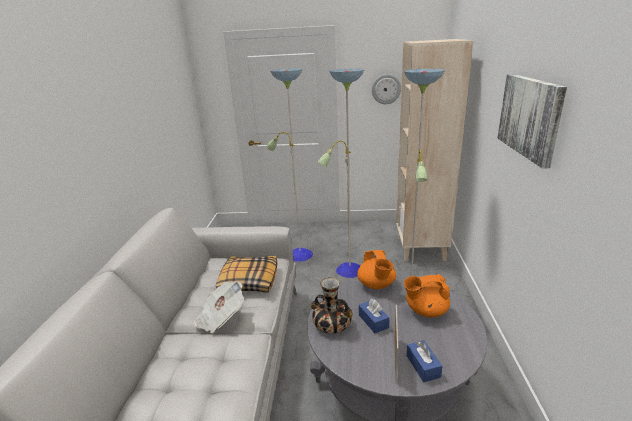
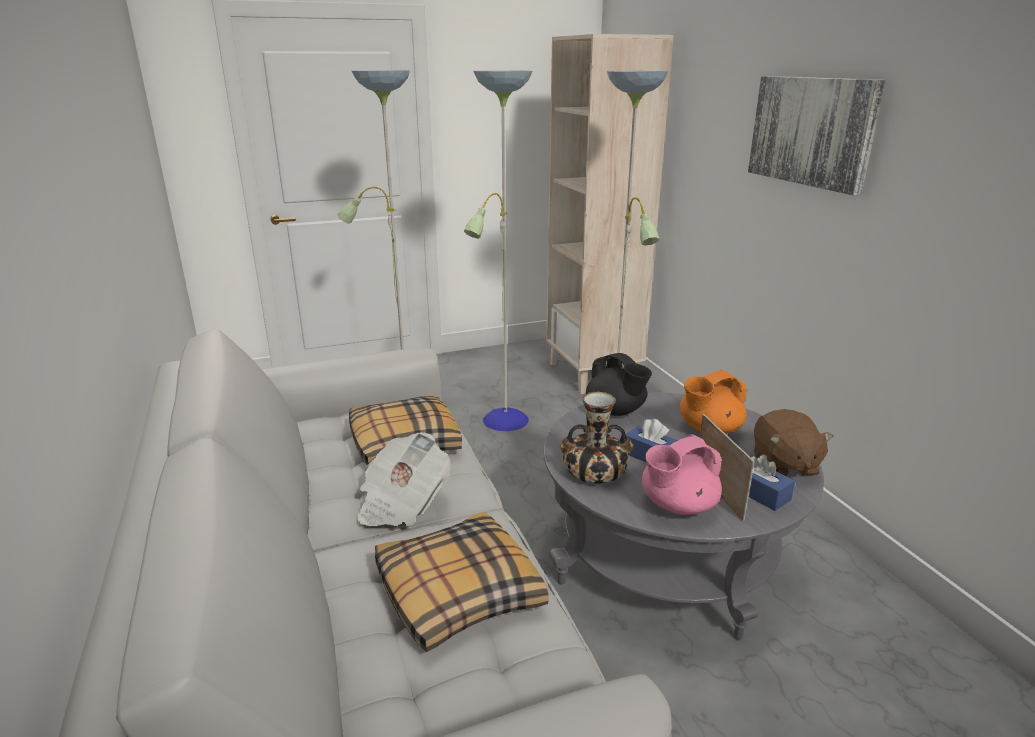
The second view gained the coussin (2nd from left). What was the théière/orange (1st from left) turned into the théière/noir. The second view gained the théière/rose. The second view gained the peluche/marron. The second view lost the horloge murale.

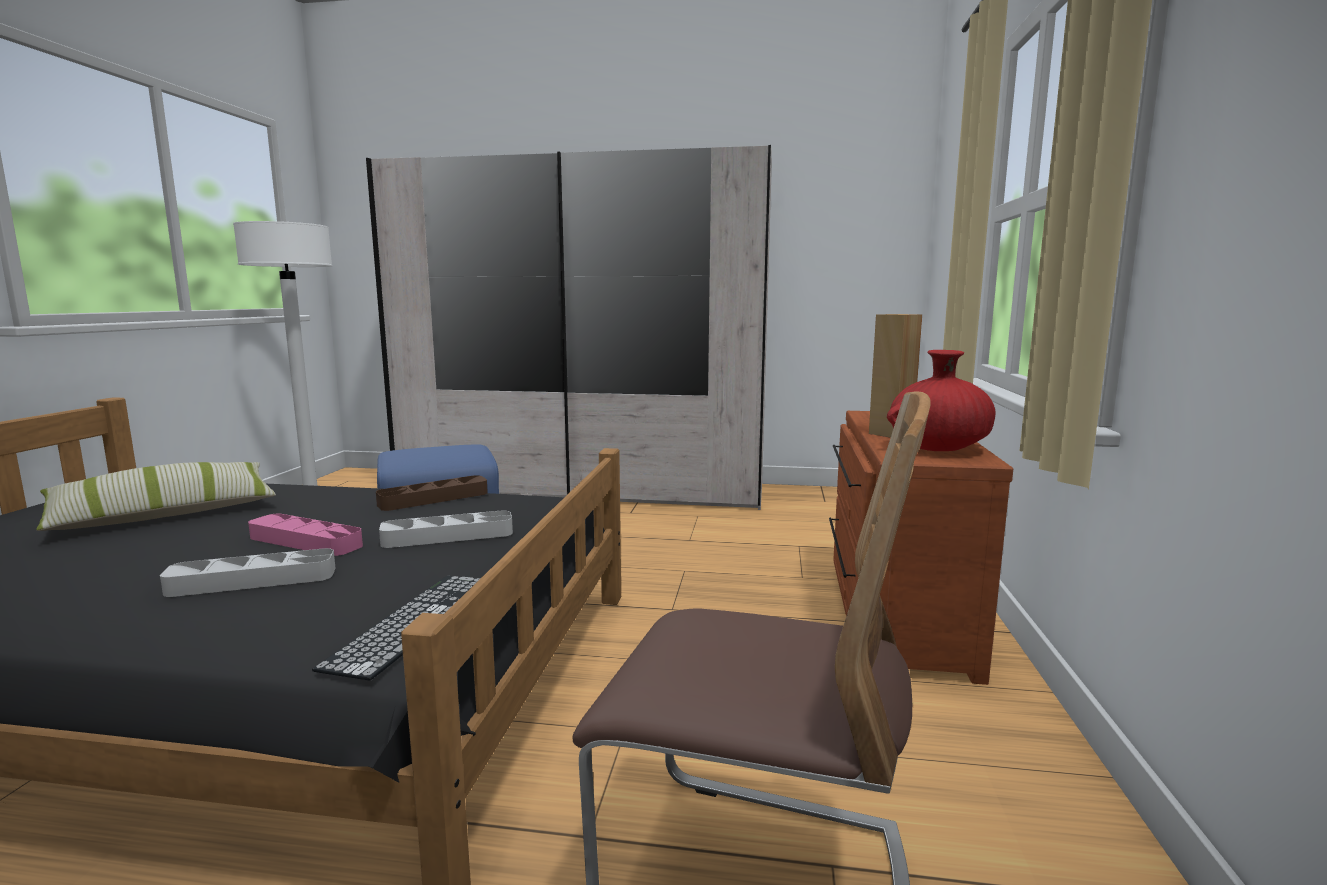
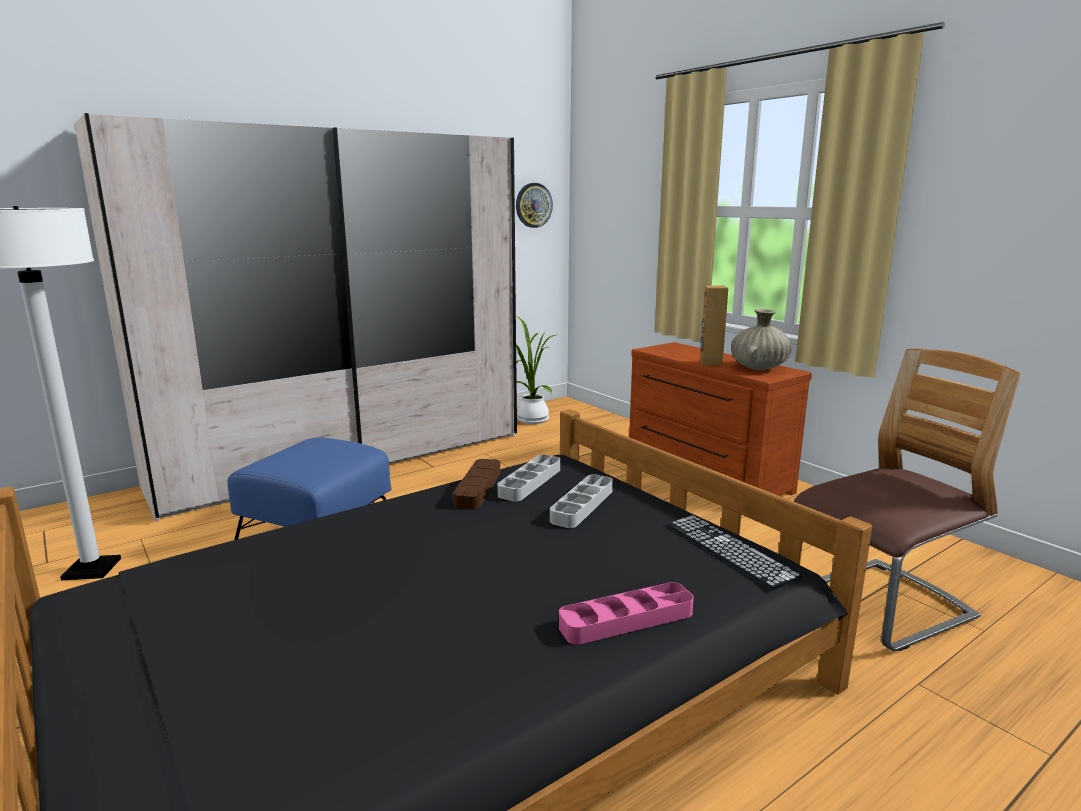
The plateau/gris (1st from left) ended up elsewhere. The second view gained the horloge murale. The second view gained the plante en pot. The plateau/rose ended up elsewhere. What was the vase/rouge turned into the vase/beige. The second view lost the coussin.

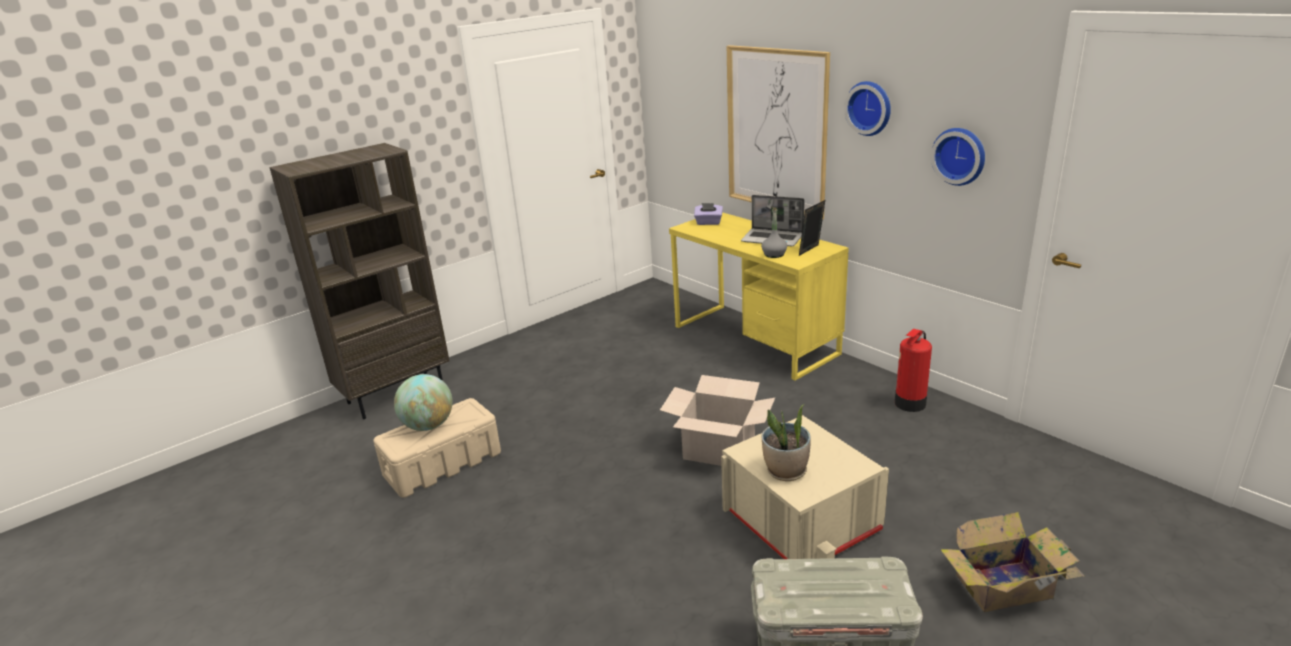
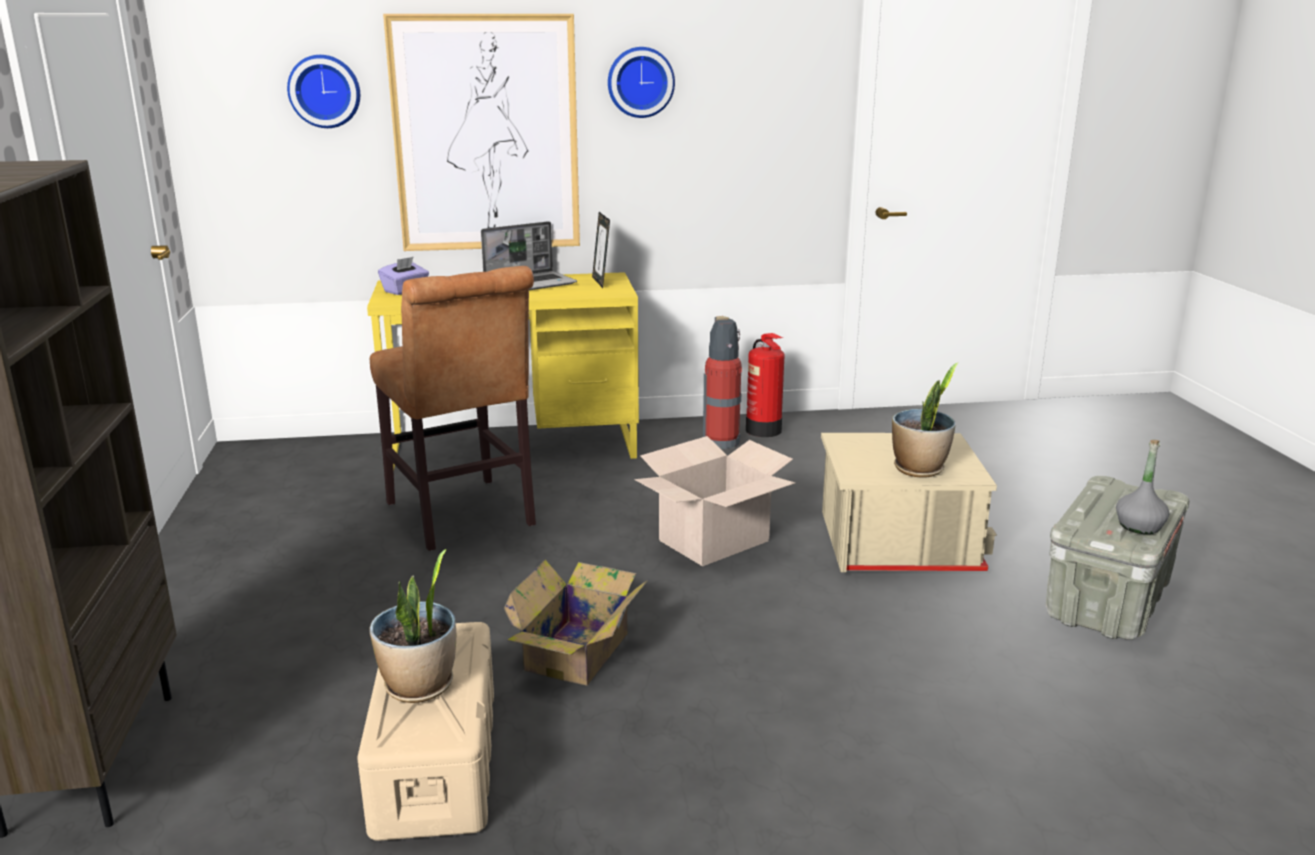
The horloge murale (2nd from left in the first image) ended up elsewhere. Where the globe stood, the plante en pot (1st from left) came to stand. The second view gained the chaise/marron. The carton (2nd from left in the first image) ended up elsewhere. The second view gained the extincteur (1st from left). The bouteille/gris ended up elsewhere.

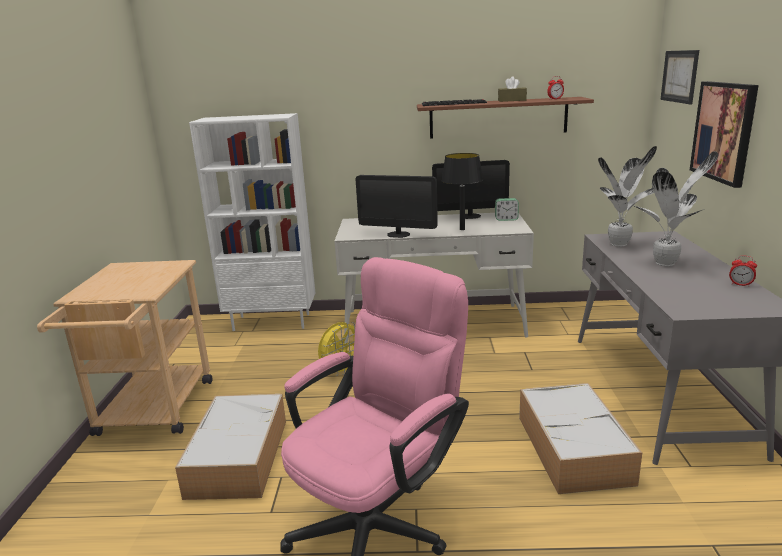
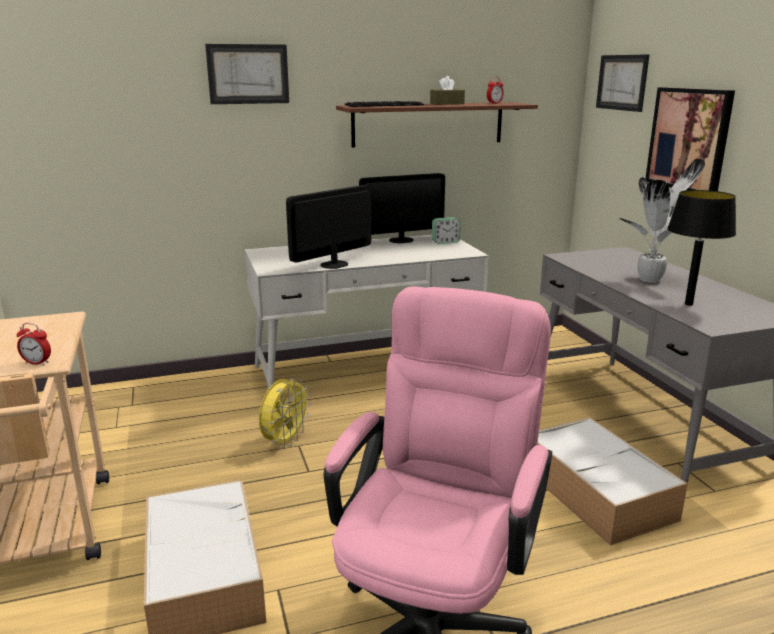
The réveil (3rd from left in the first image) ended up elsewhere. The second view gained the tableau (1st from left). The écran d'ordinateur (1st from left) ended up facing another way, 135 degrees clockwise from before. The lampe de table/noir ended up elsewhere. The second view lost the bibliothèque/blanc. The second view lost the plante en pot (1st from left).

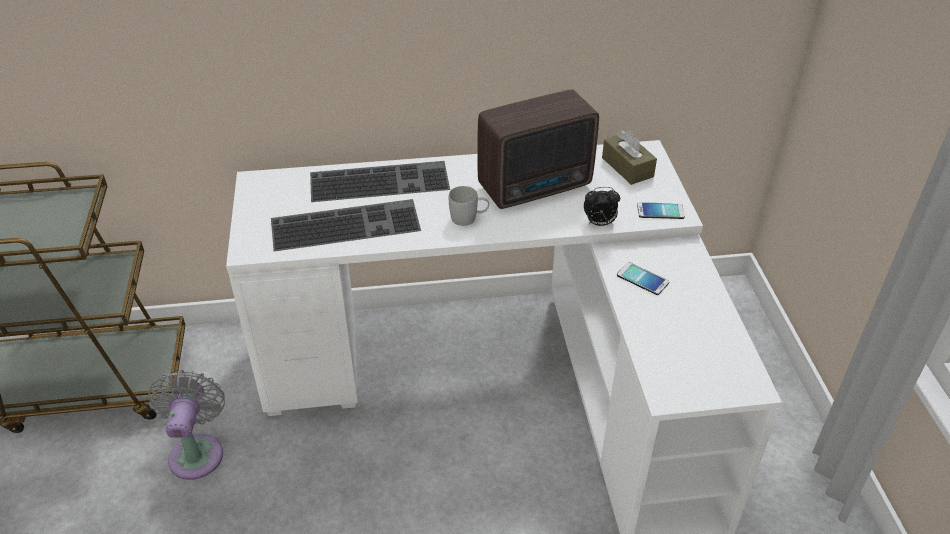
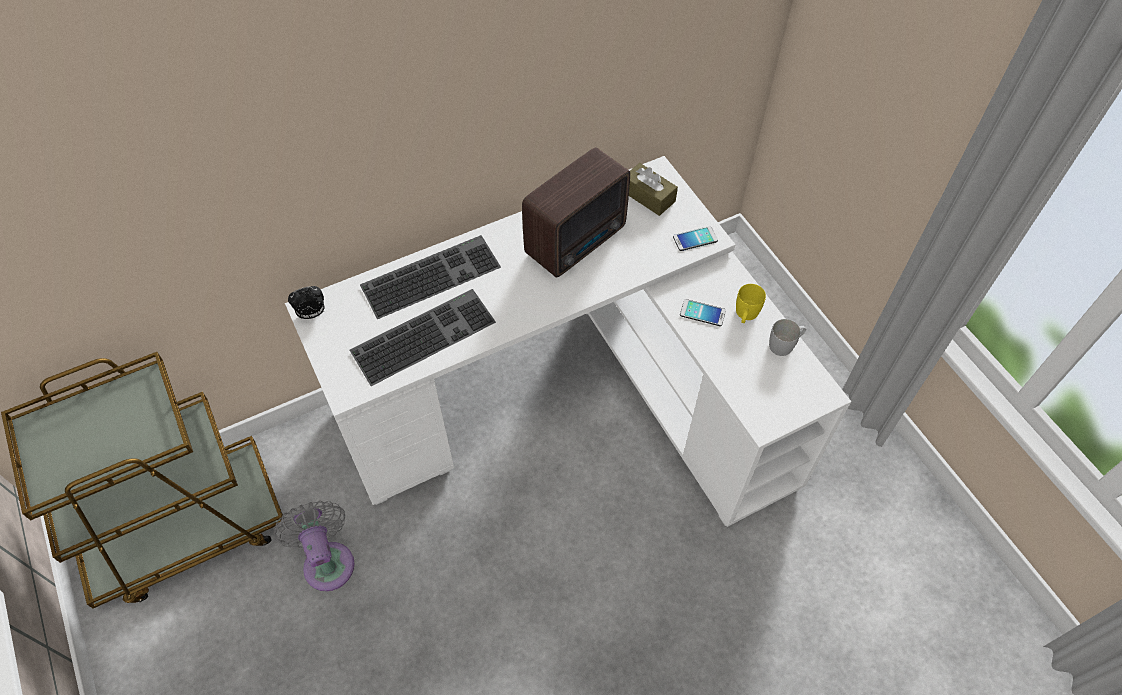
The réveil ended up elsewhere. The second view gained the mug/jaune. The mug/blanc ended up elsewhere.

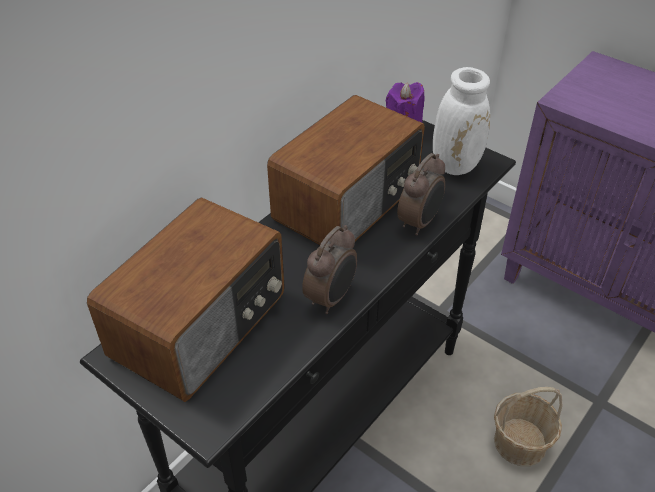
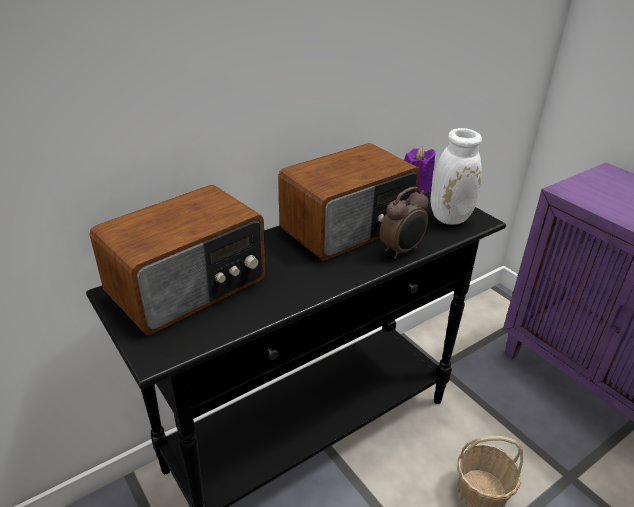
The second view lost the réveil (1st from left).

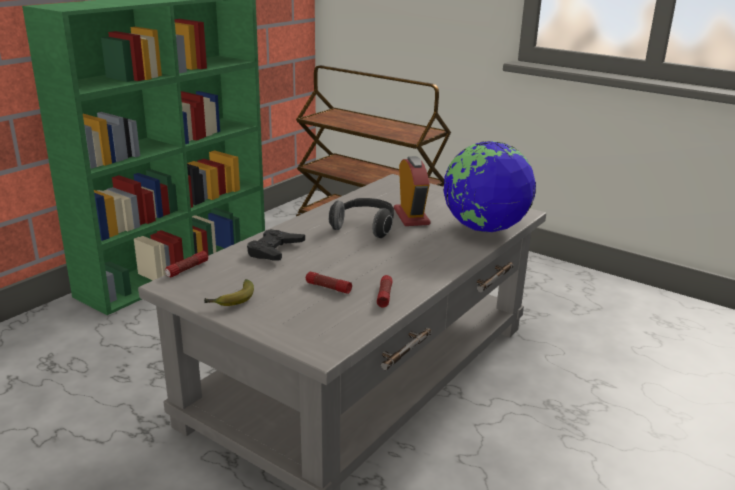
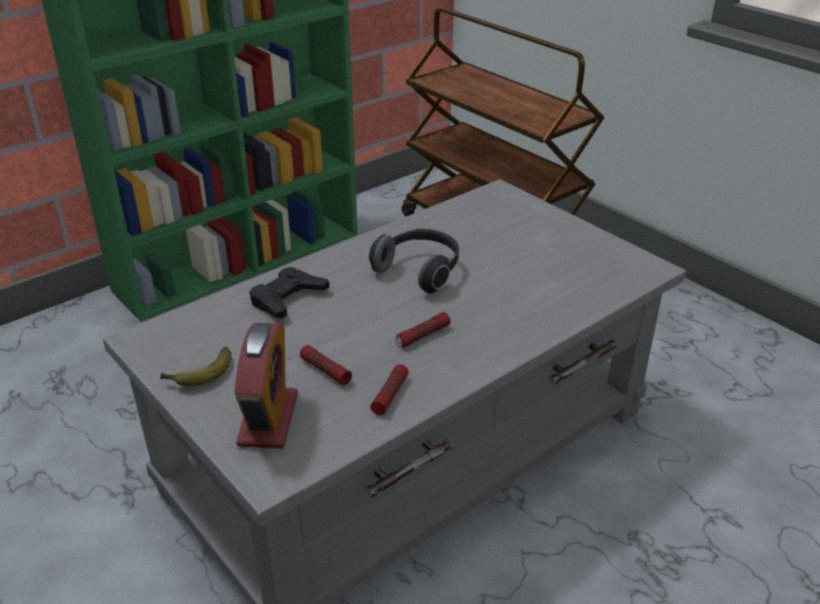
The réveil ended up elsewhere. The lampe de poche (1st from left in the first image) ended up elsewhere. The second view lost the globe.

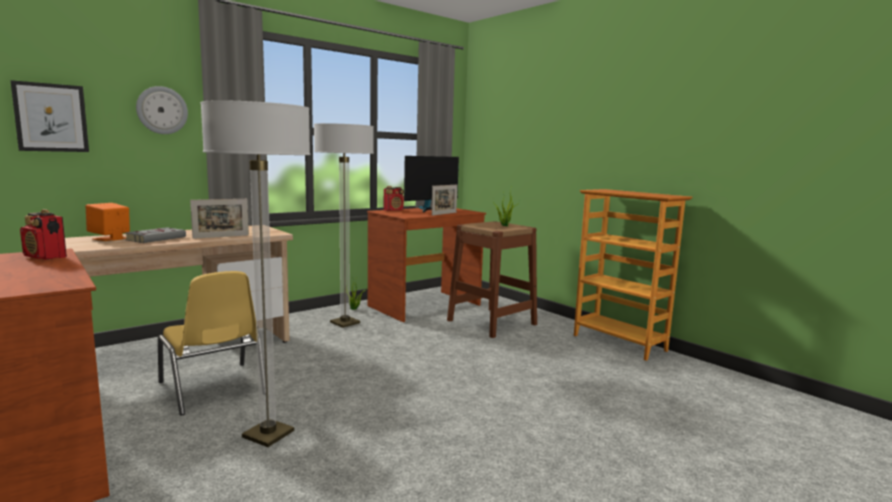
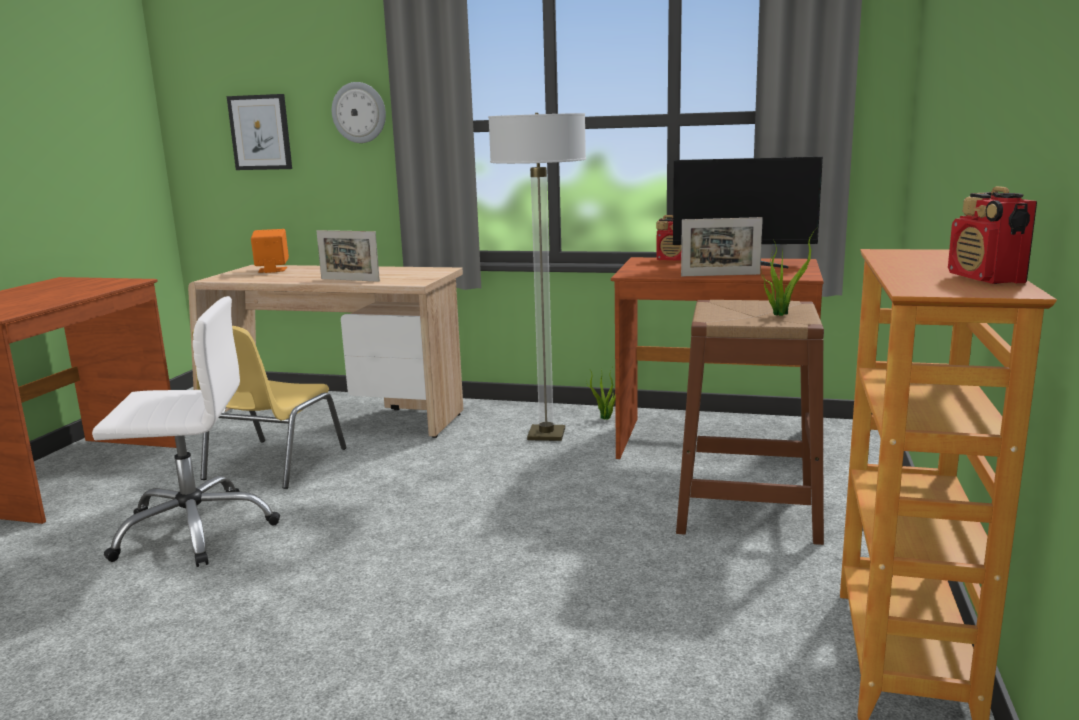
Where the lampadaire (1st from left) stood, the chaise de bureau/blanc came to stand. The radio (1st from left in the first image) ended up elsewhere. The second view lost the livre/gris.

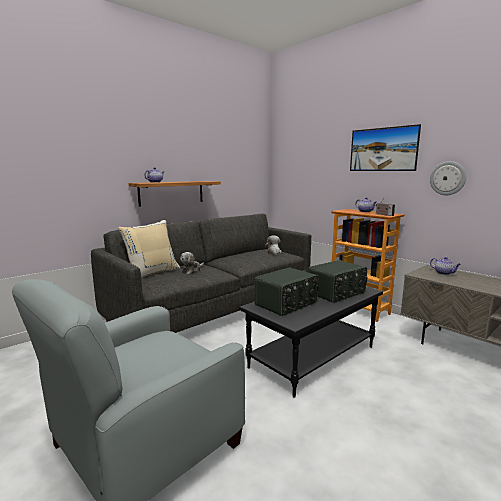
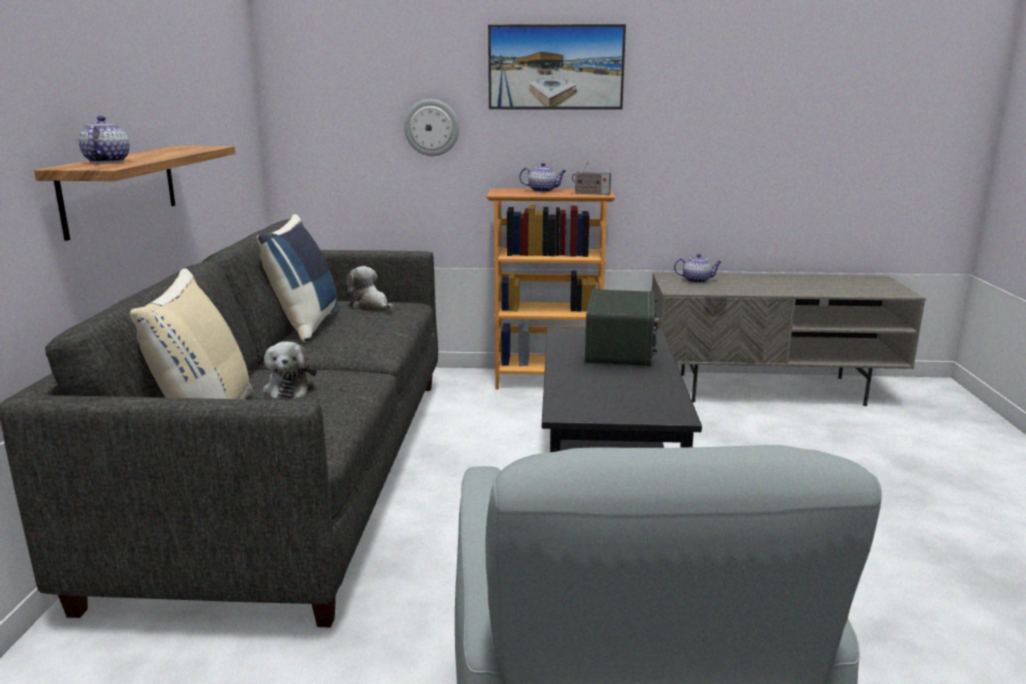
The second view gained the coussin/bleu. The horloge murale ended up elsewhere. The second view lost the radio (1st from left).

